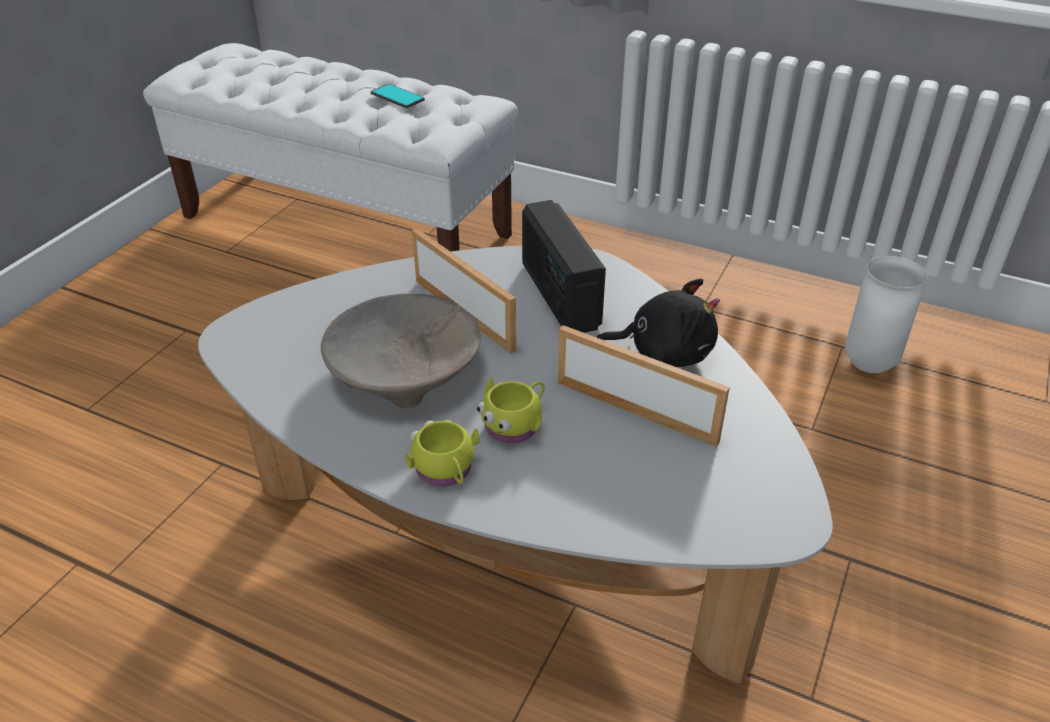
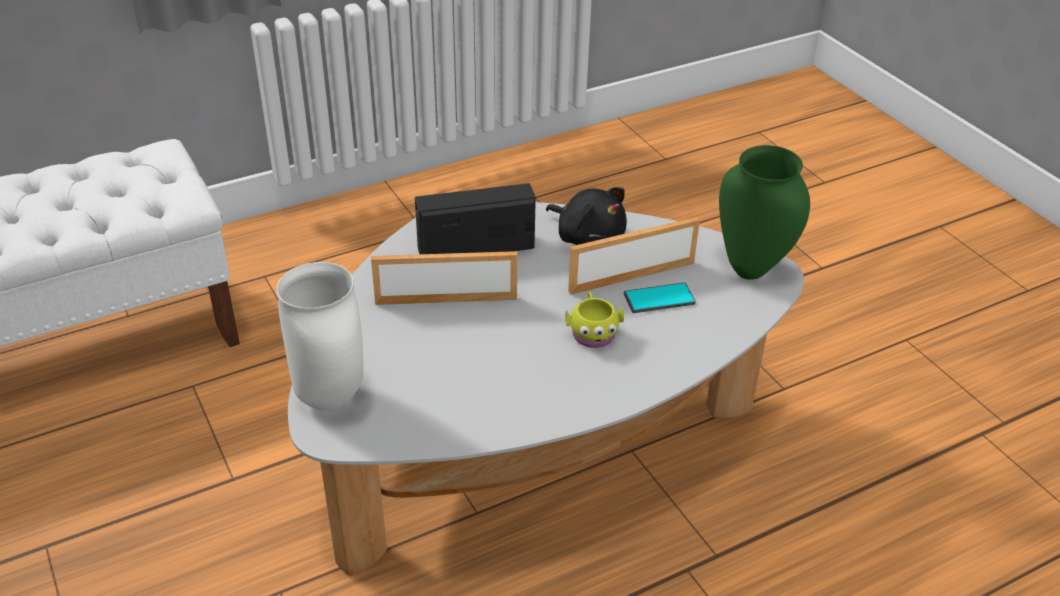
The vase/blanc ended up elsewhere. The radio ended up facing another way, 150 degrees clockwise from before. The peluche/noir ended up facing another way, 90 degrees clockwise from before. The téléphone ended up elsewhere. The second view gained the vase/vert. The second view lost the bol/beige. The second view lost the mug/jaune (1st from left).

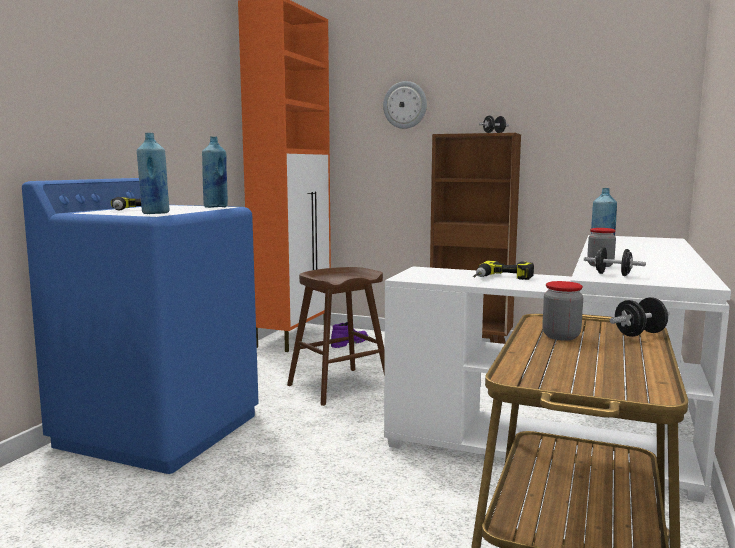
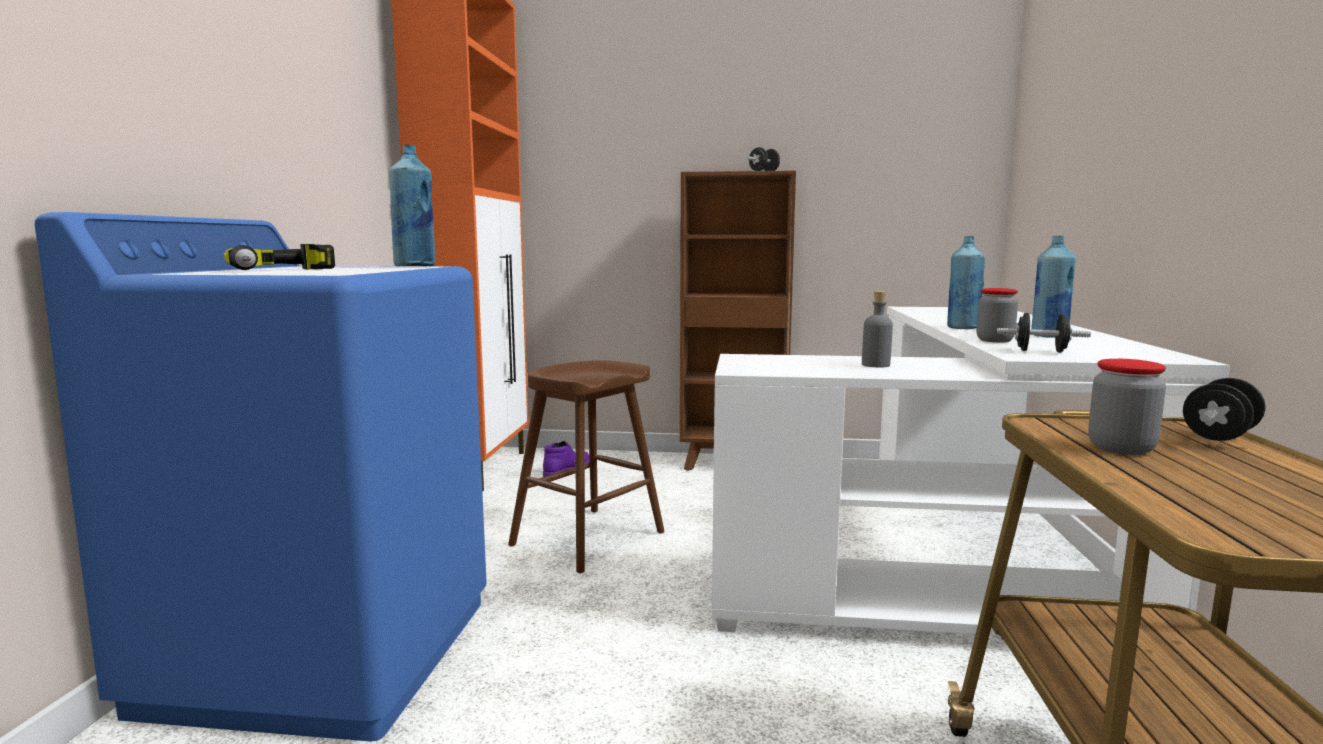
Where the perceuse (2nd from left) stood, the bouteille/gris came to stand. The bouteille/bleu (1st from left in the first image) ended up elsewhere. The second view lost the horloge murale.

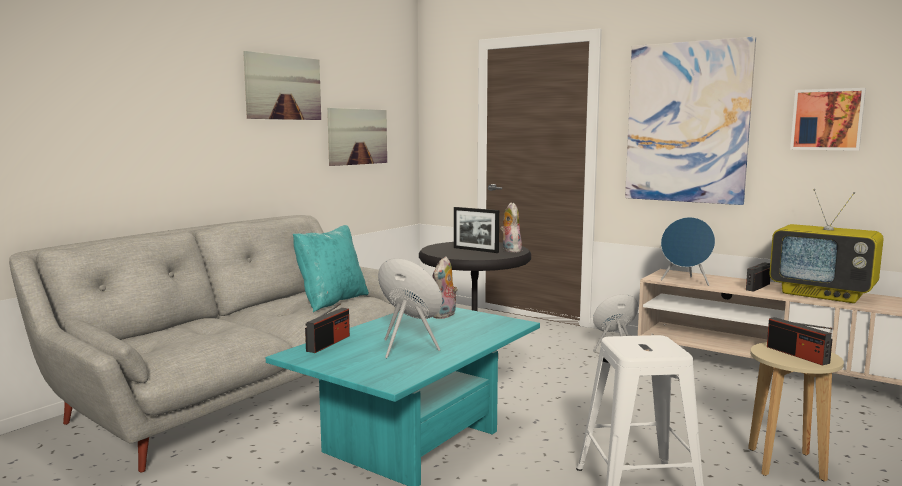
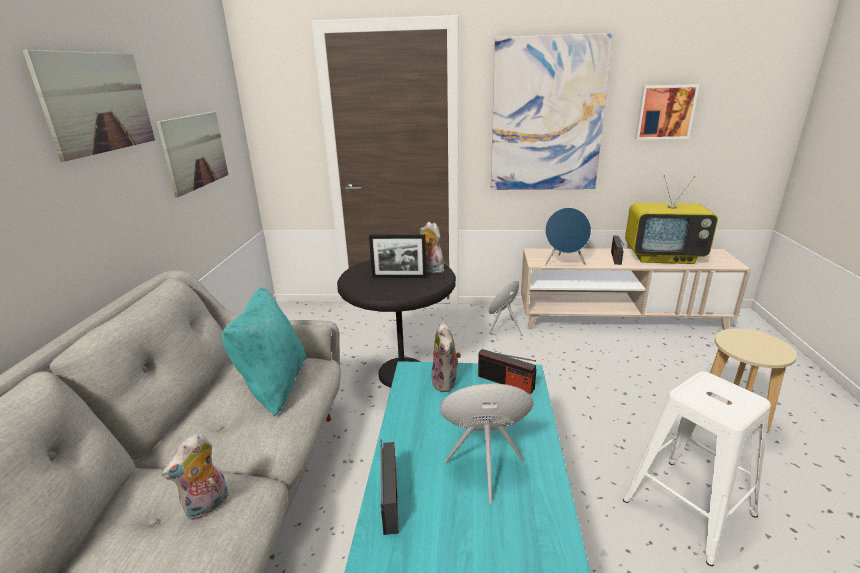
The second view gained the peluche (1st from left). The radio (3rd from left in the first image) ended up elsewhere.

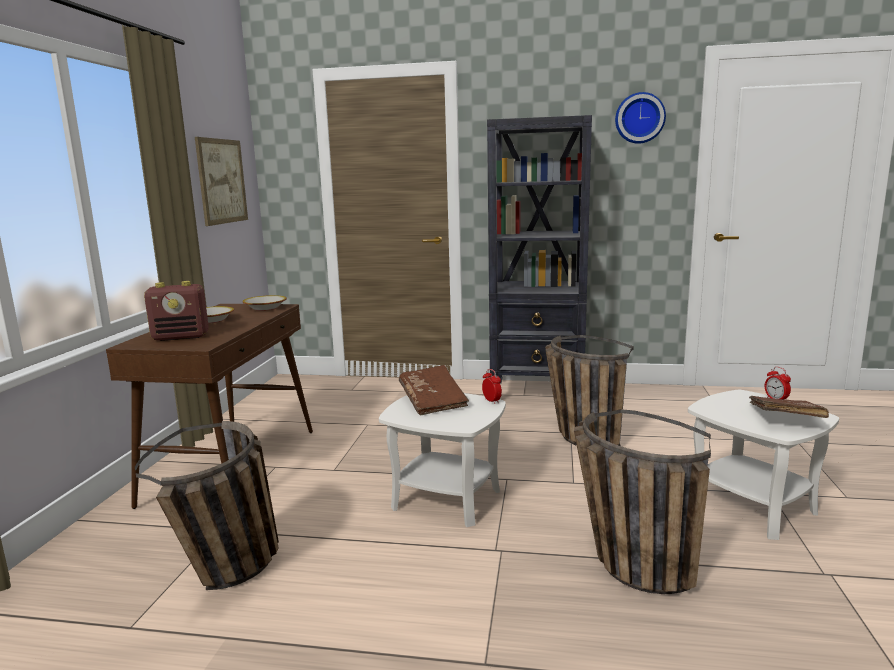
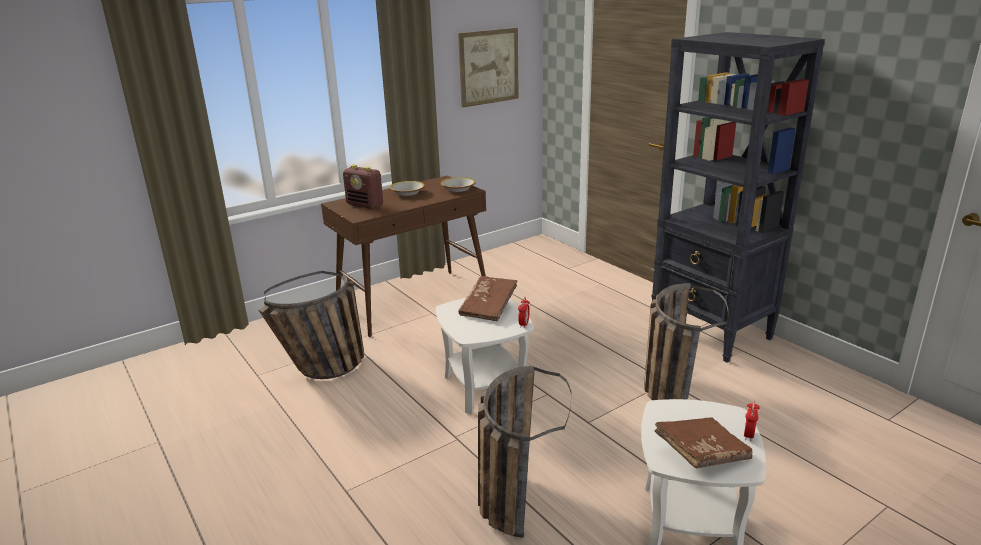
The second view lost the horloge murale.

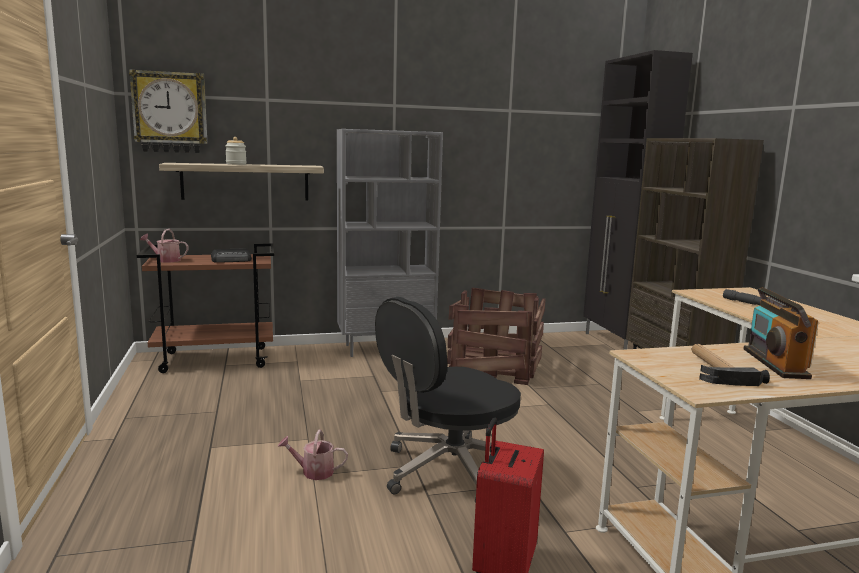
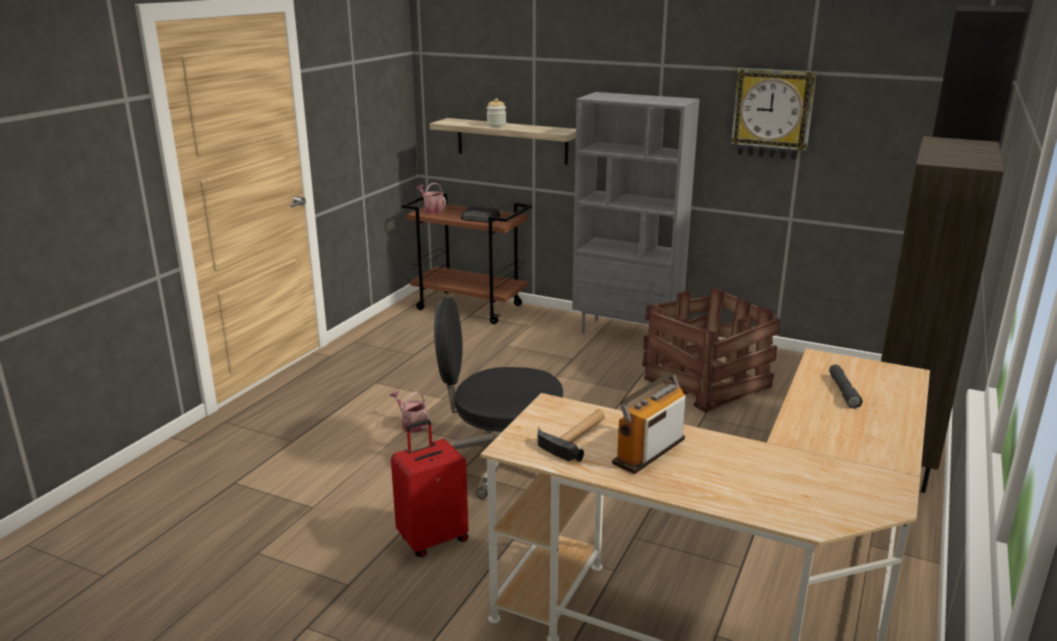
The horloge murale ended up elsewhere.

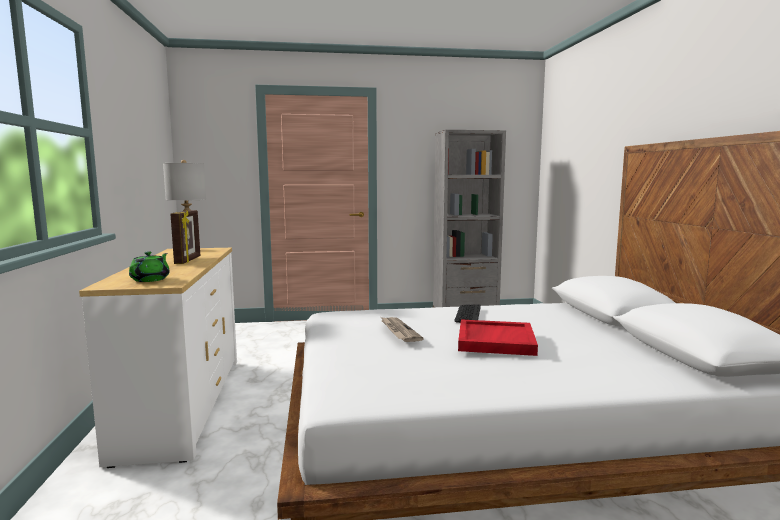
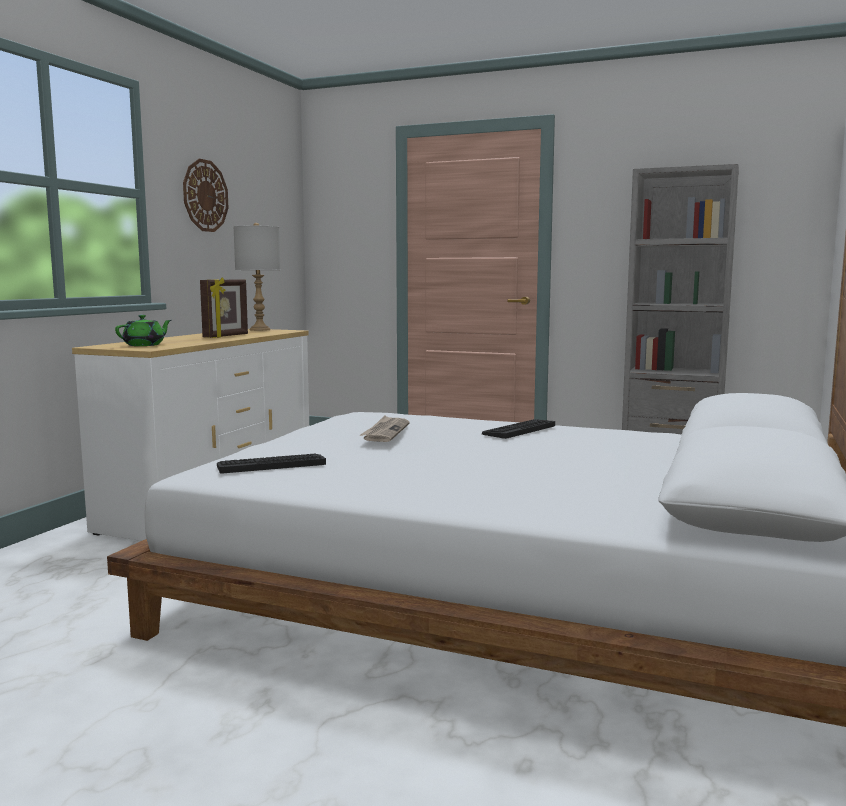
The second view gained the horloge murale. The second view gained the clavier (1st from left). The second view lost the plateau/rouge.

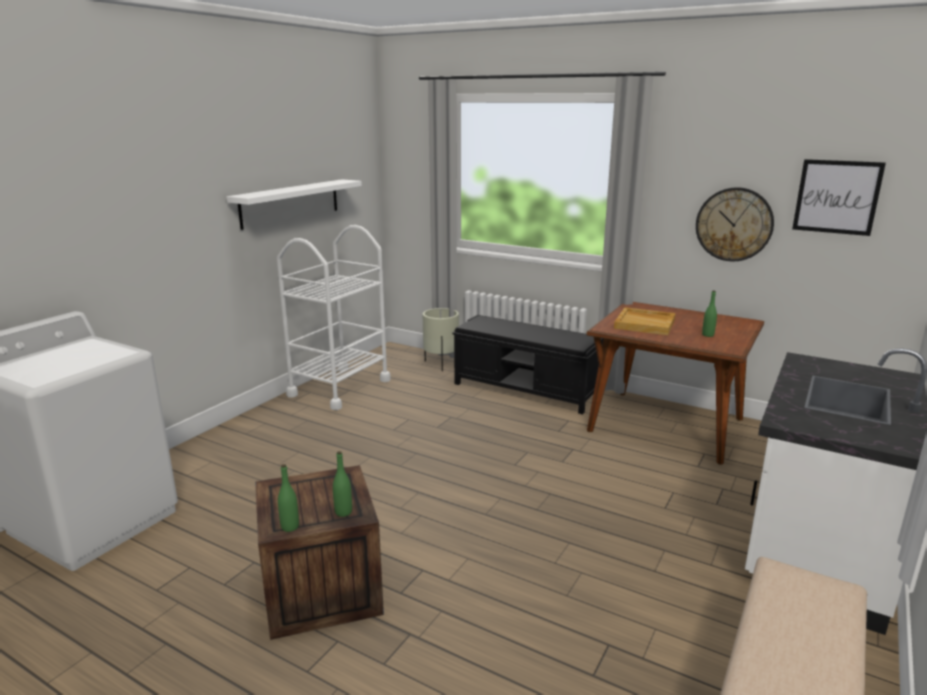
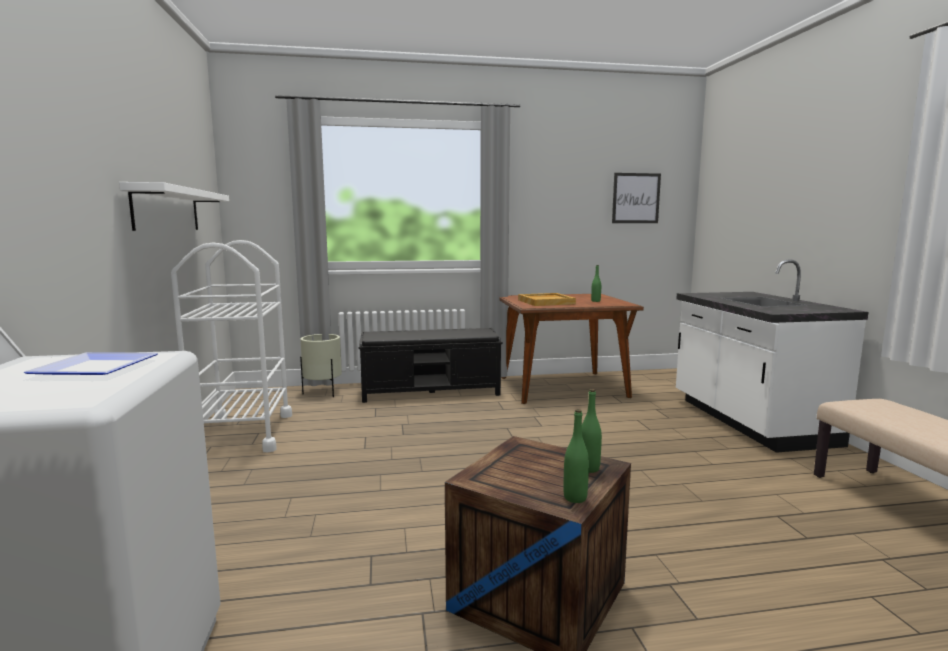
The second view gained the assiette. The second view lost the horloge murale.

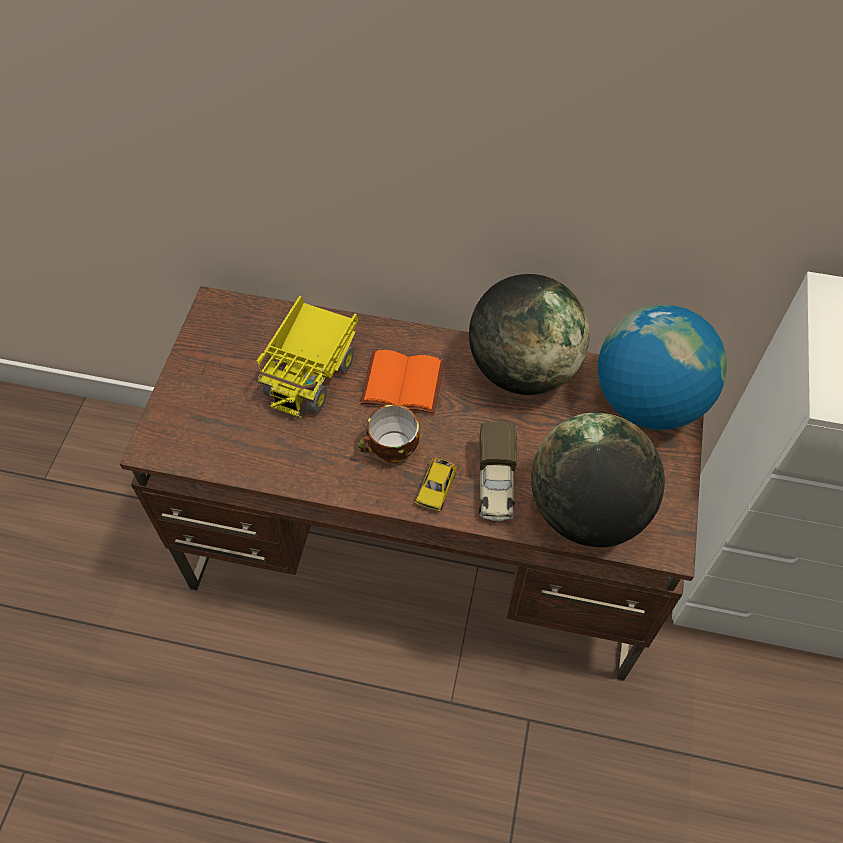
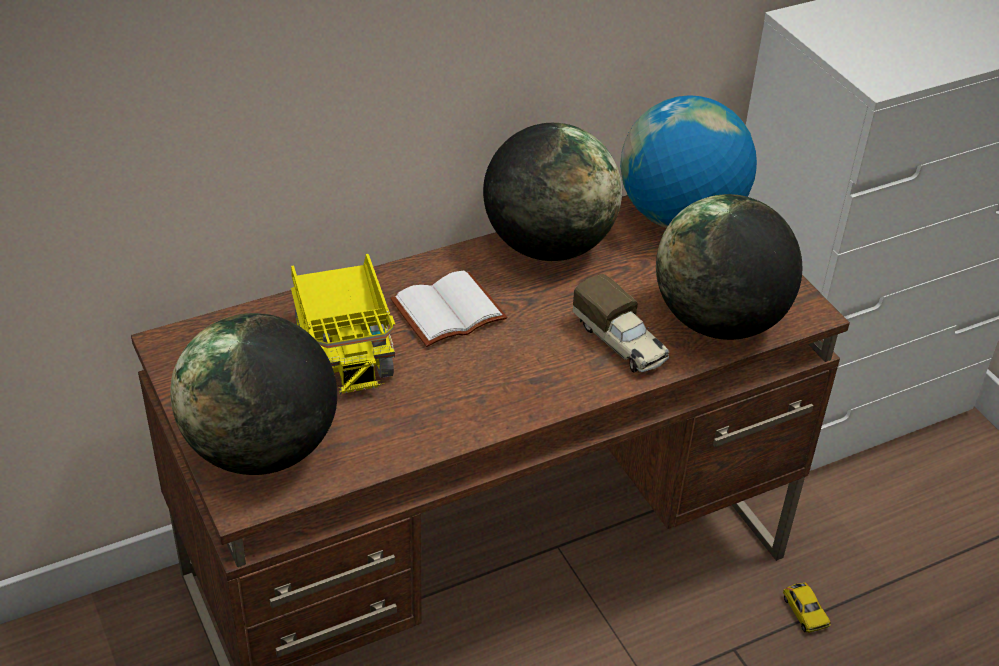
The second view gained the globe (1st from left). What was the livre/orange turned into the livre/blanc. The petite voiture ended up elsewhere. The second view lost the tasse.

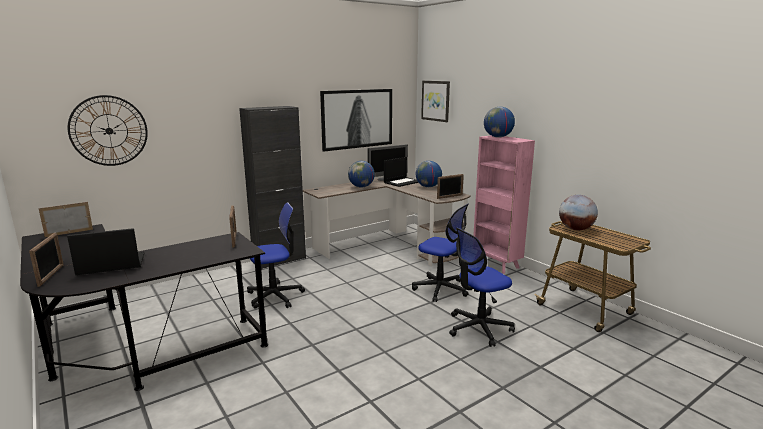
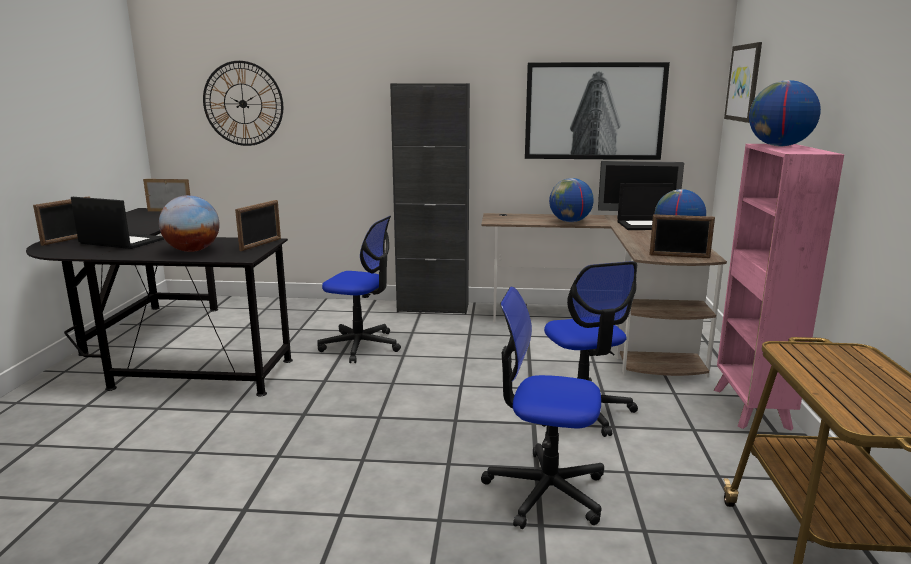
The globe (4th from left in the first image) ended up elsewhere.

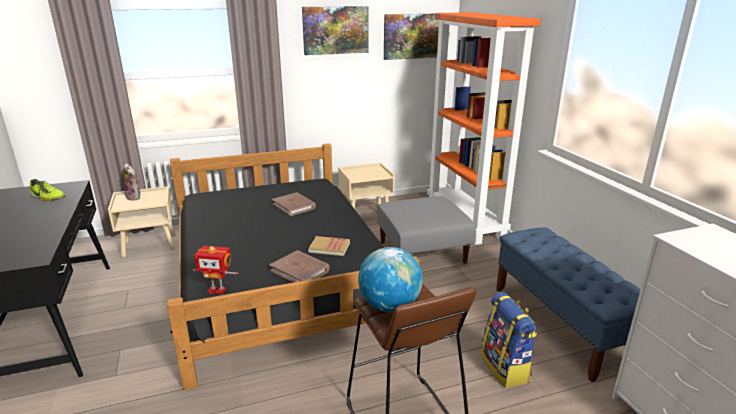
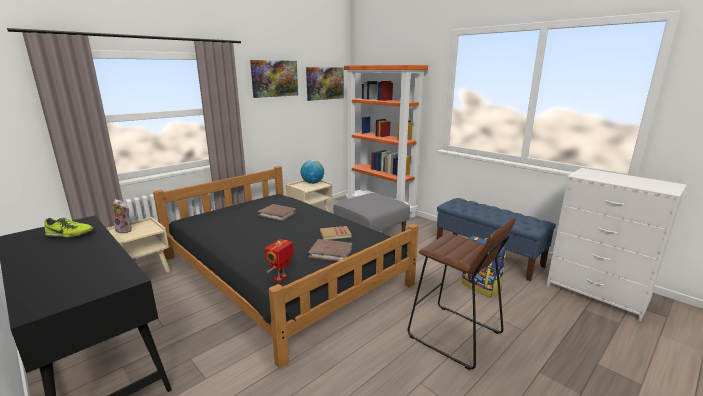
The robot jouet ended up facing another way, 135 degrees clockwise from before. The globe ended up elsewhere.

